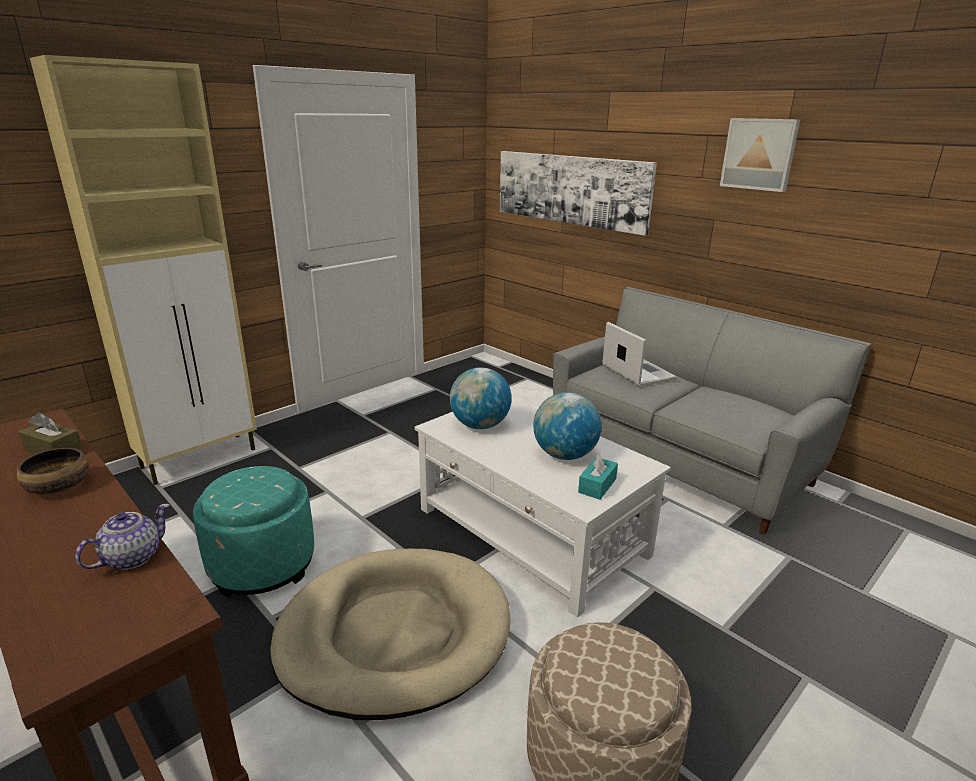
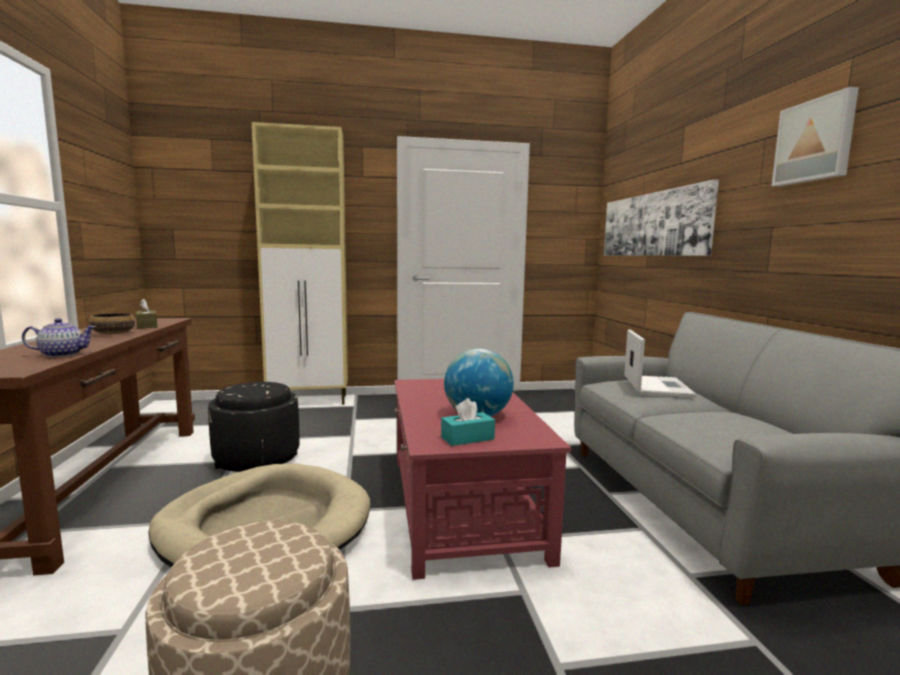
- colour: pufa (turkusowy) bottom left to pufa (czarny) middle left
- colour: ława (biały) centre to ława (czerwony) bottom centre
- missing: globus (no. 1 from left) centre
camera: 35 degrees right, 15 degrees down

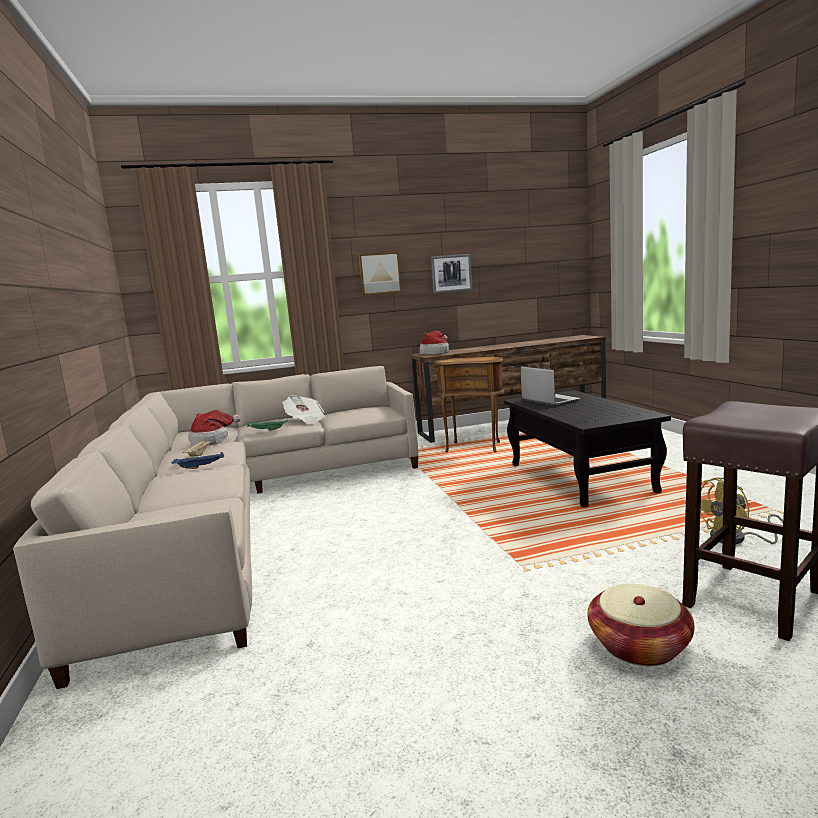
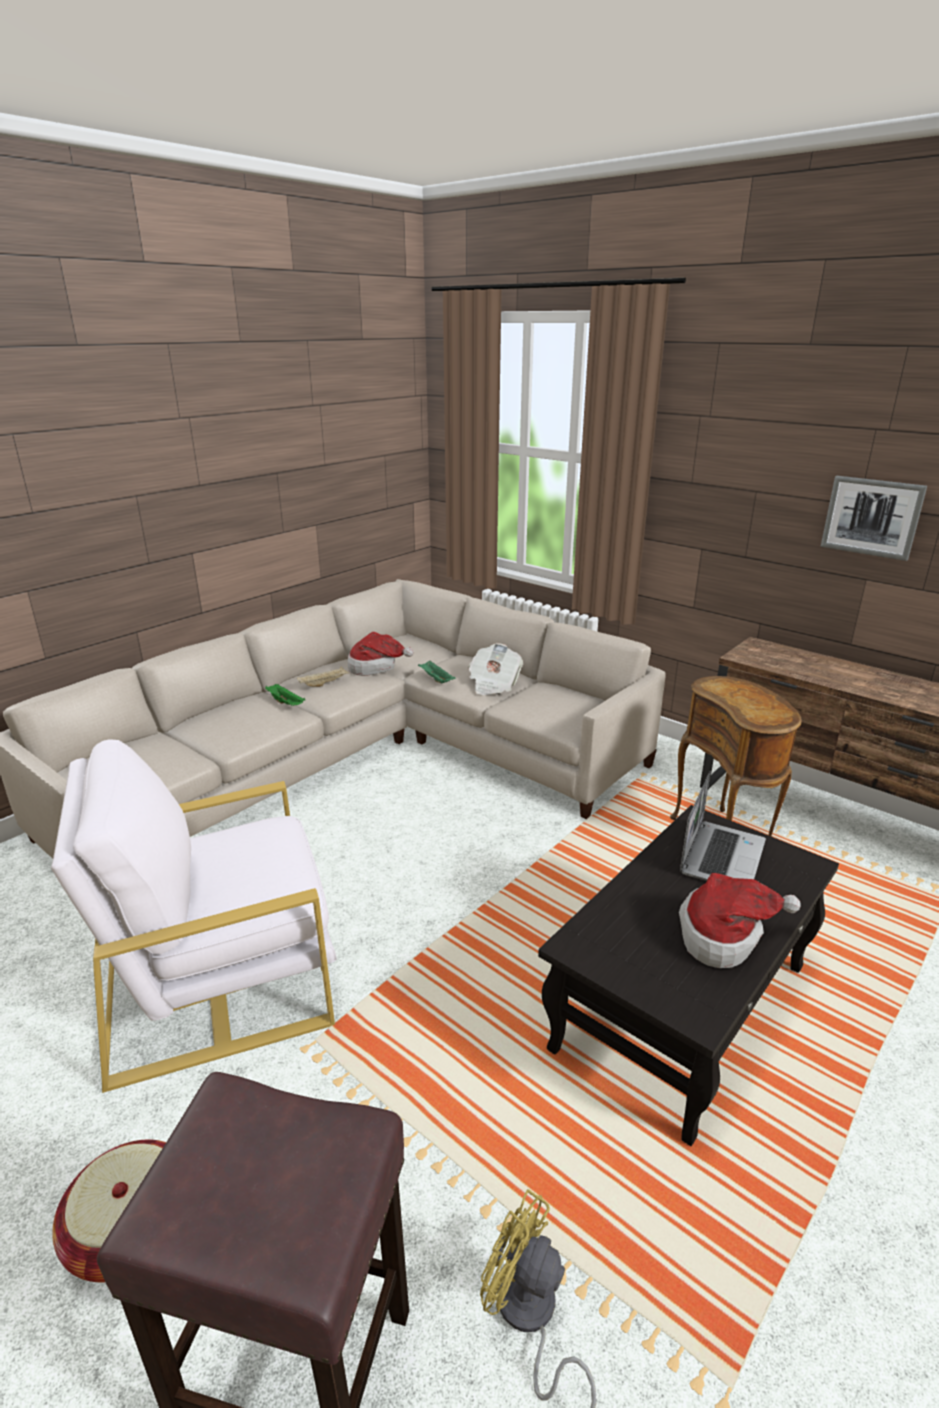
- colour: taca (niebieski) middle left to taca (zielony) (no. 1 from left) middle left
- missing: obraz (no. 1 from left) centre
- relocated: kapelusz (no. 2 from left) centre to middle right
- appeared: fotel (biały) middle left
camera: 55 degrees right, 15 degrees up

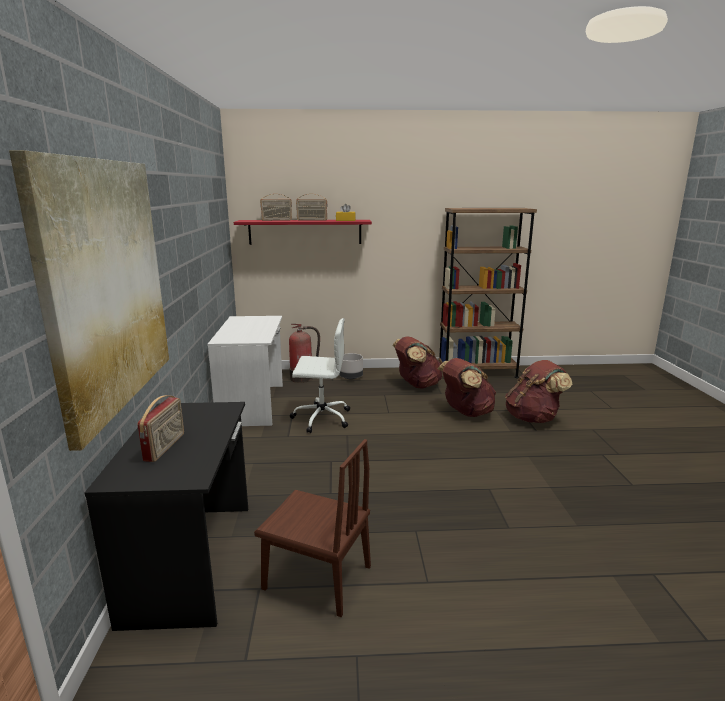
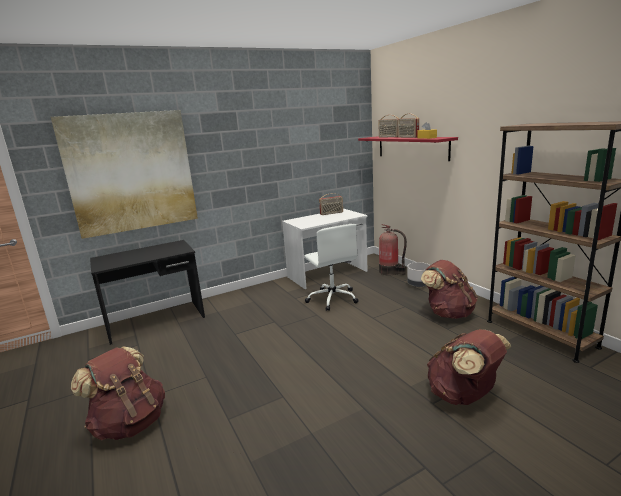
- relocated: radio (no. 1 from left) middle left to centre
- missing: krzesło (brązowy) bottom centre
- relocated: plecak (brązowy) (no. 2 from left in the first image) centre to plecak (brązowy) (no. 1 from left) bottom left
camera: 65 degrees right, 0 degrees up

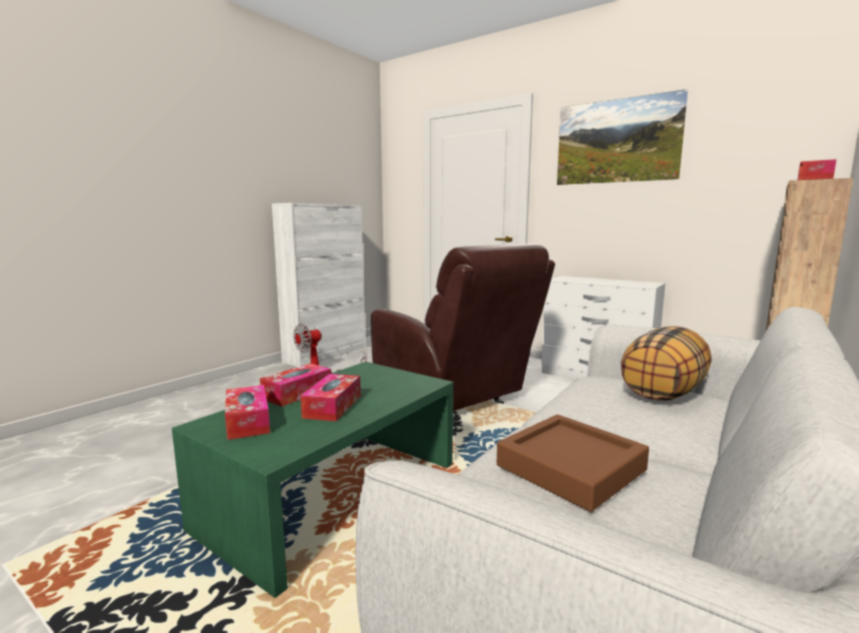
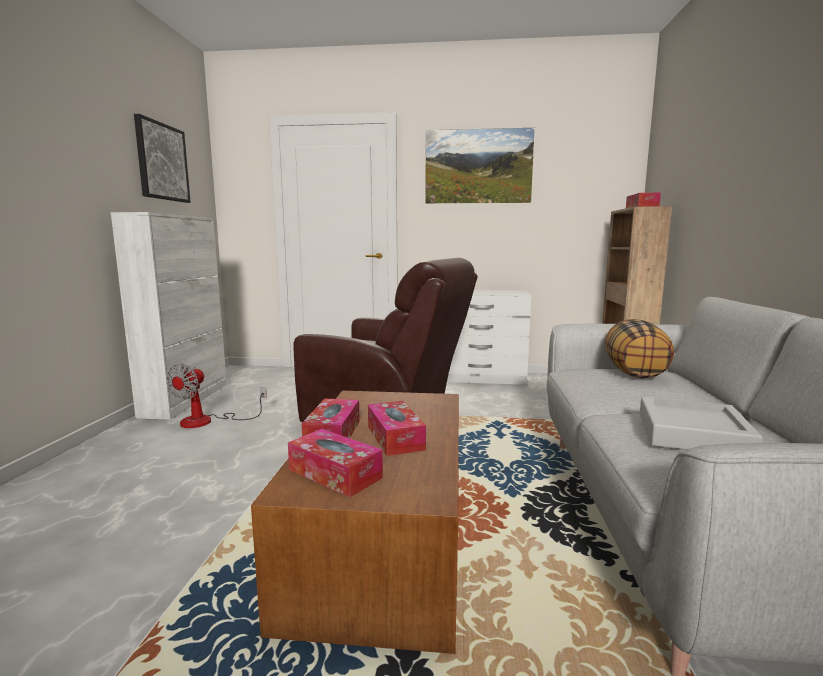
- colour: ława (zielony) bottom centre to ława (brązowy) bottom centre
- colour: taca (brązowy) bottom right to taca (szary) middle right
- appeared: obraz (no. 1 from left) top left
camera: 30 degrees left, 0 degrees up

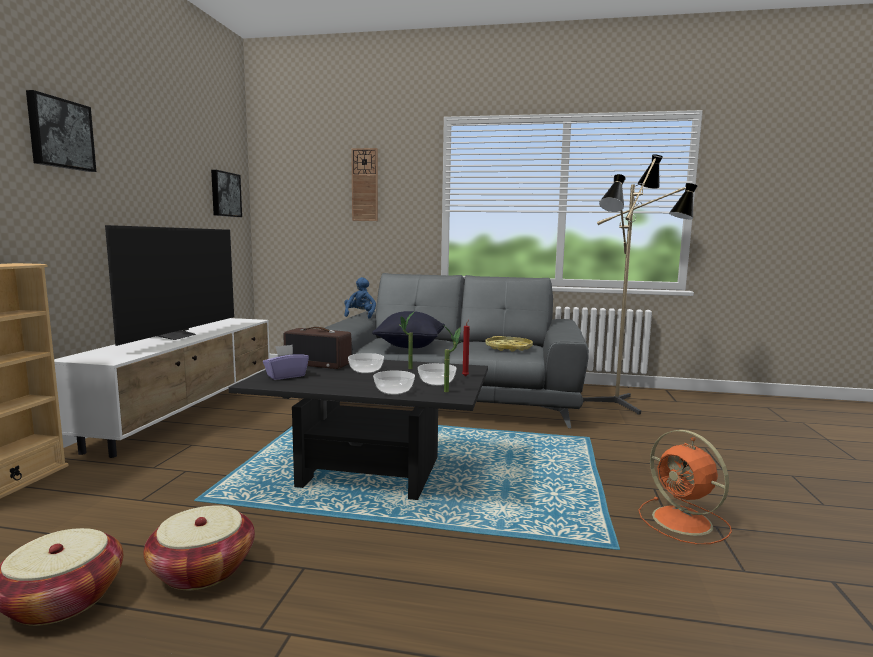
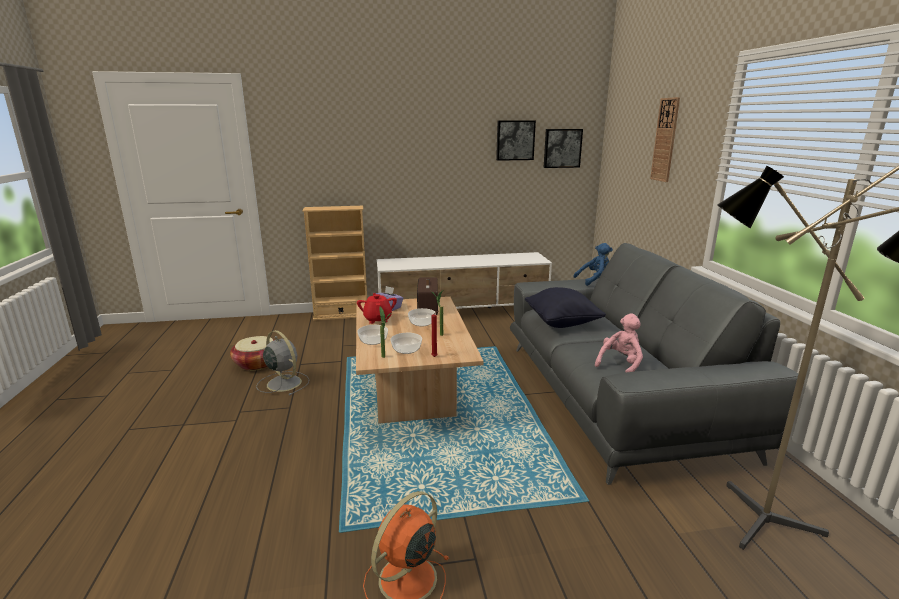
- relocated: obraz (no. 1 from left) top left to top centre
- missing: telewizor middle left
- exchanged: koszyk (no. 2 from left) bottom left to wentylator (szary) middle left
- colour: ława (czarny) centre to ława (beżowy) centre
- exchanged: taca (żółty) centre to pluszak (różowy) middle right
- appeared: imbryk (czerwony) centre
camera: 70 degrees right, 10 degrees up

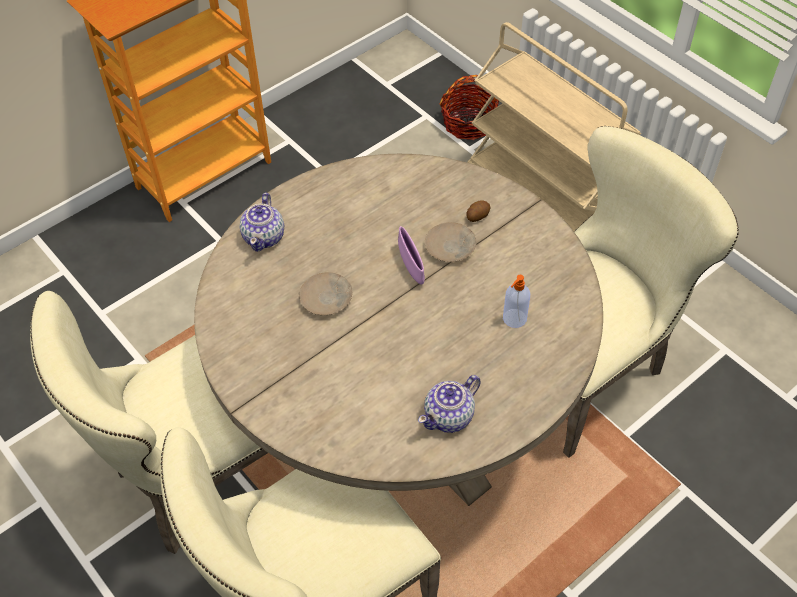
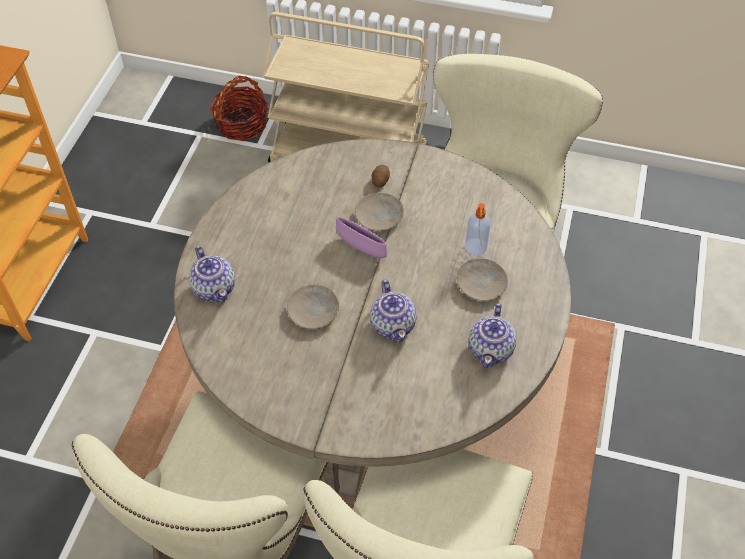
- appeared: imbryk (no. 2 from left) centre
- appeared: talerz (beżowy) (no. 3 from left) centre
camera: 35 degrees left, 0 degrees up

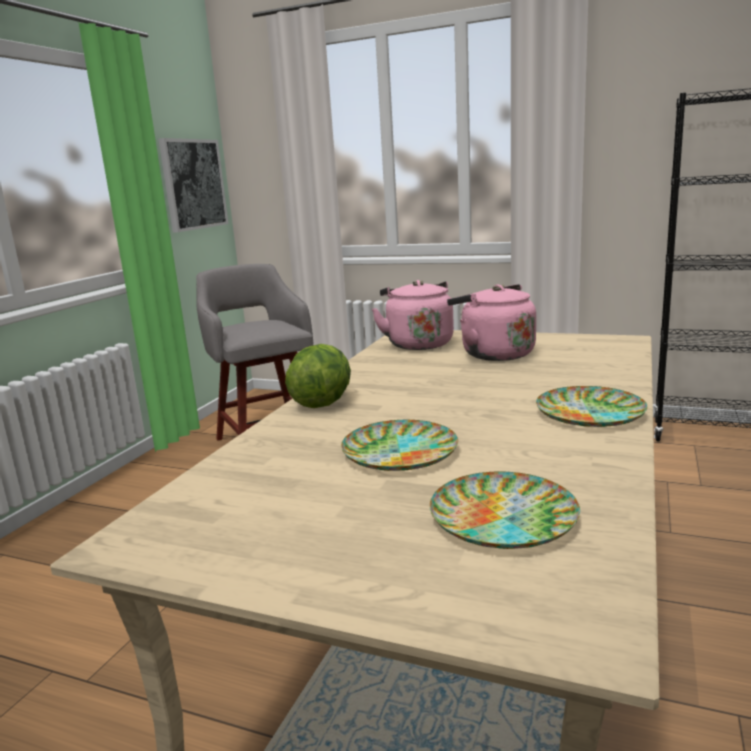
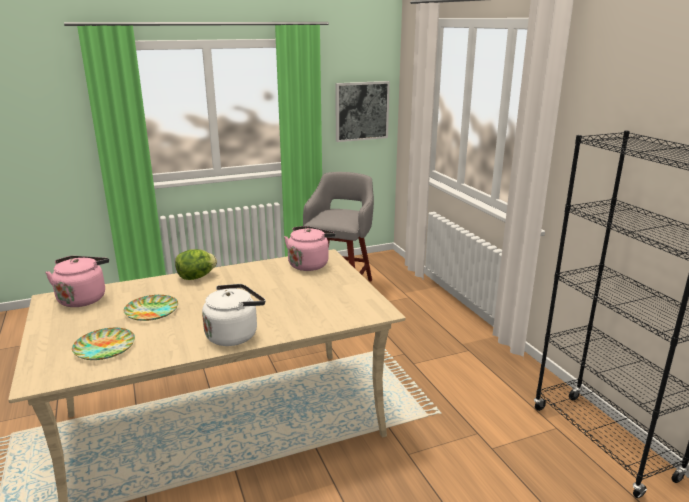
- relocated: czajnik (różowy) (no. 2 from left in the first image) centre to czajnik (różowy) (no. 1 from left) middle left
- exchanged: talerz (no. 3 from left) middle right to czajnik (biały) centre
camera: 45 degrees right, 5 degrees up

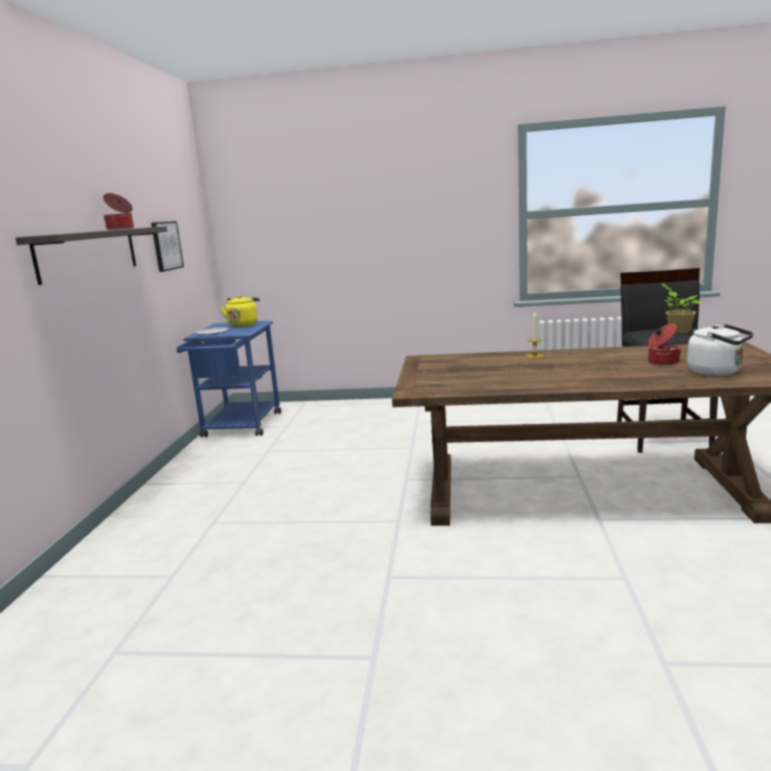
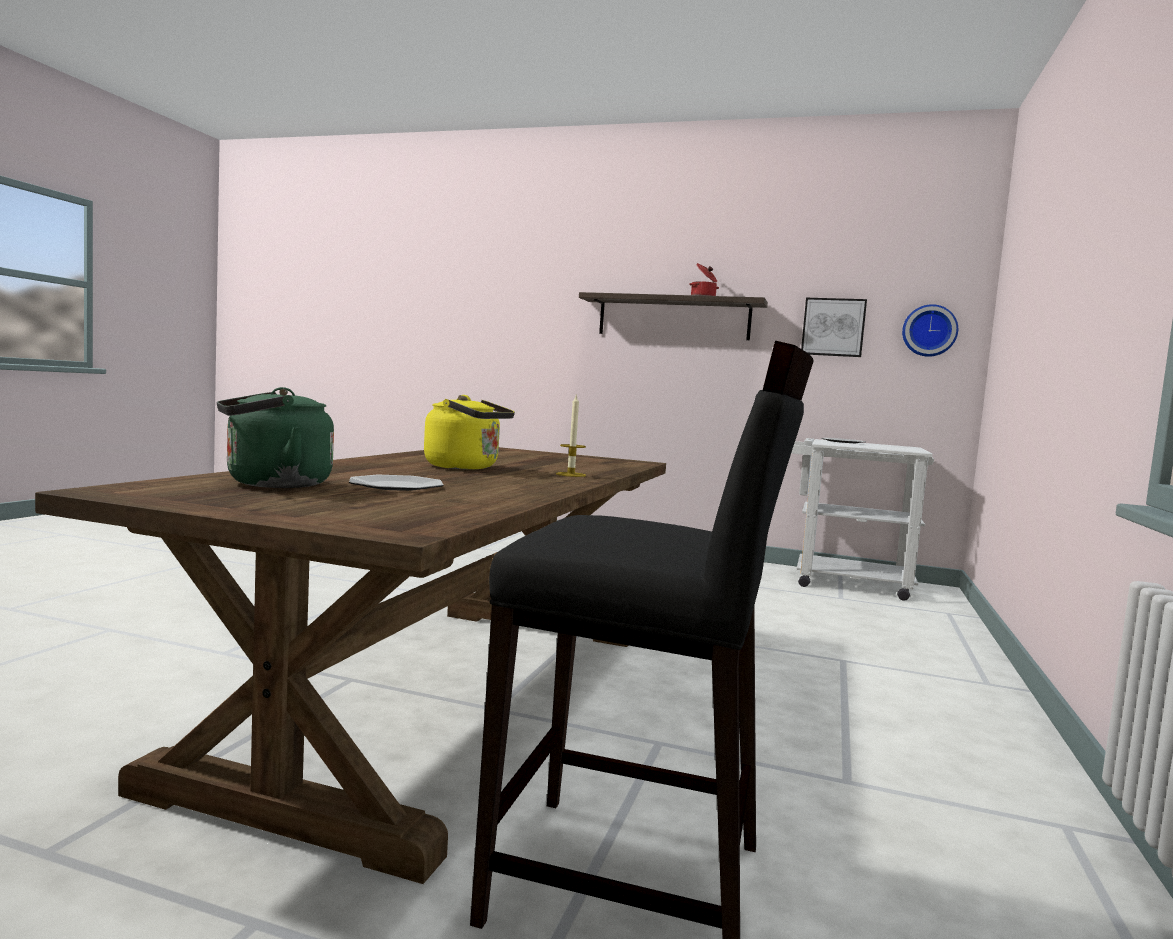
- colour: wózek (niebieski) middle left to wózek (biały) middle right
- relocated: czajnik (żółty) middle left to centre
- exchanged: garnek (no. 2 from left) middle right to talerz (no. 1 from left) centre
- missing: roślina doniczkowa middle right
- colour: czajnik (biały) middle right to czajnik (zielony) middle left
- appeared: zegar ścienny middle right
camera: 100 degrees right, 10 degrees down

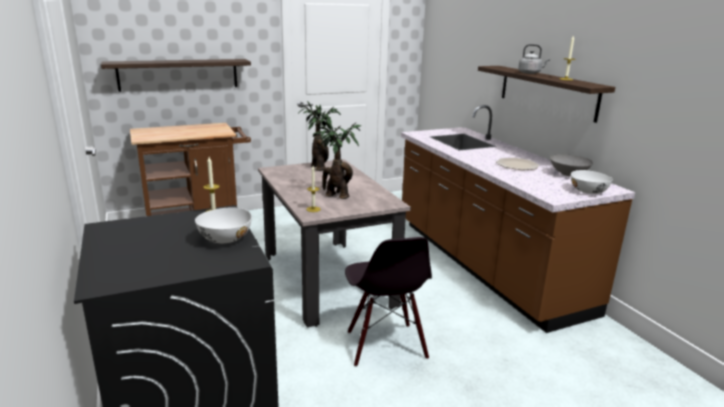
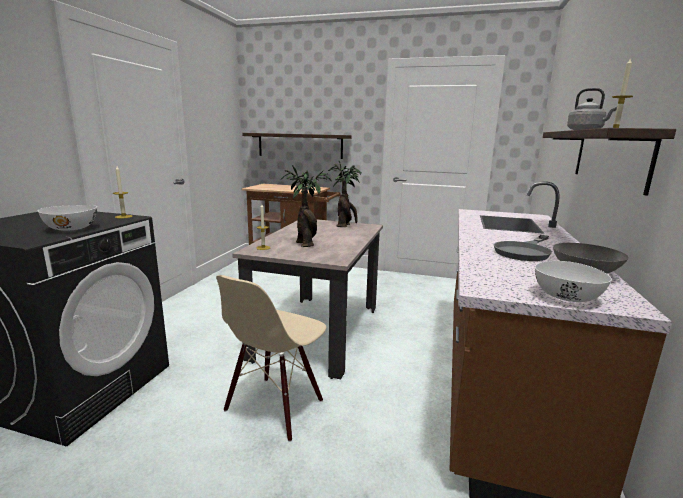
- colour: krzesło (czarny) bottom centre to krzesło (beżowy) bottom centre
- exchanged: talerz middle right to patelnia (szary) middle right
camera: 40 degrees right, 5 degrees down

